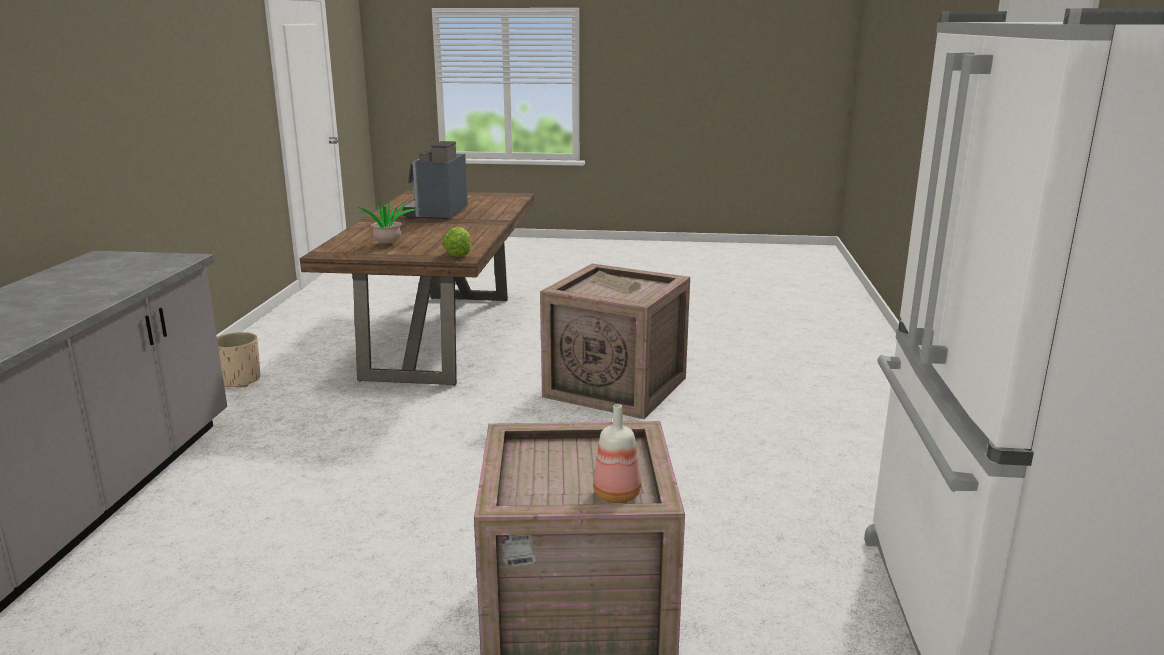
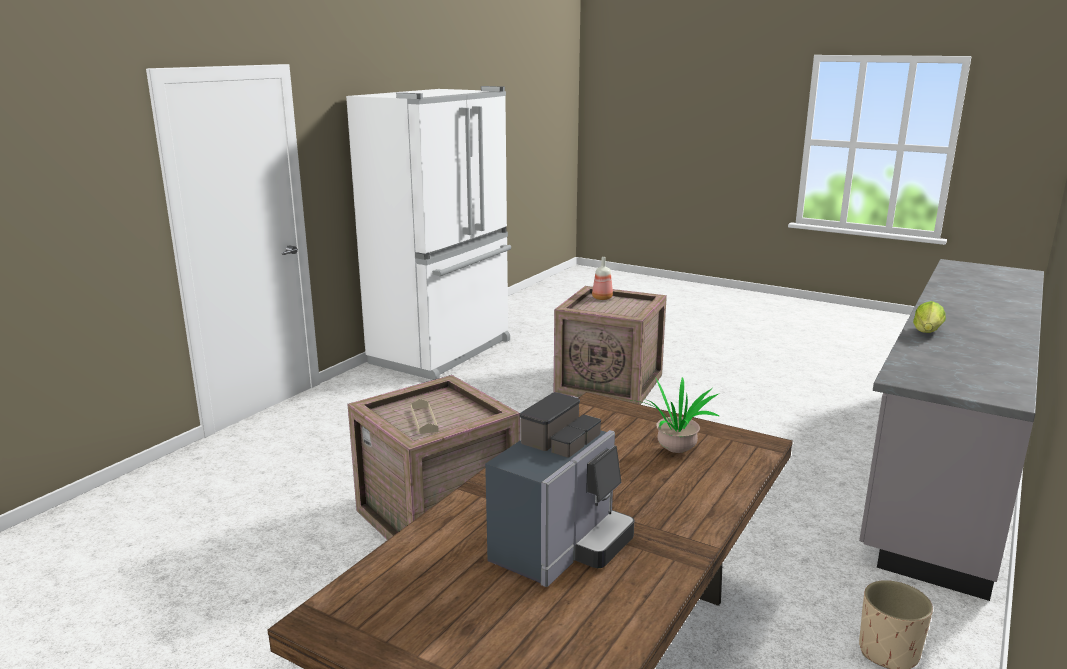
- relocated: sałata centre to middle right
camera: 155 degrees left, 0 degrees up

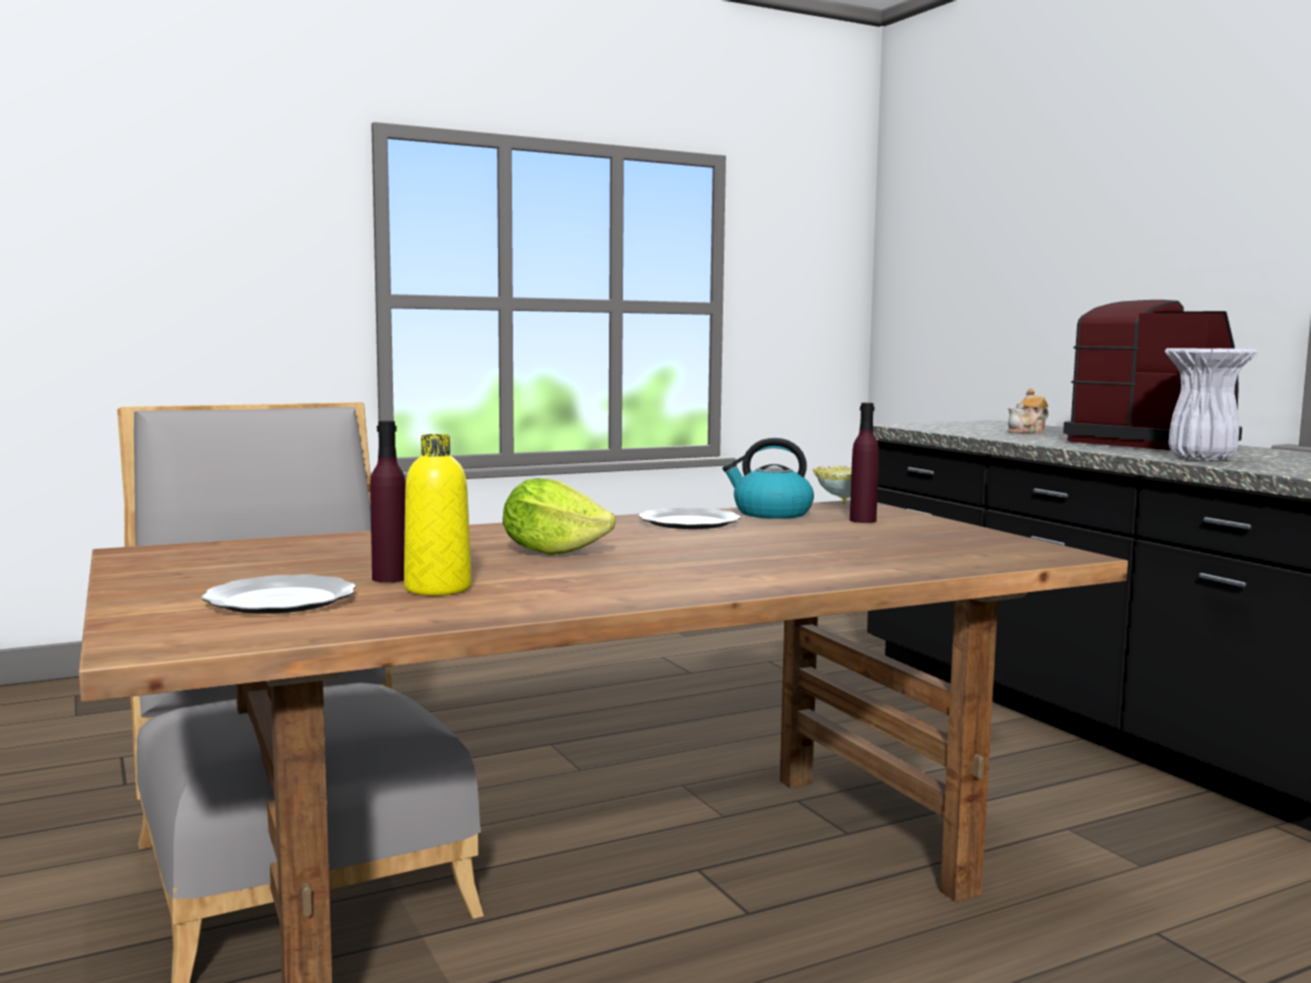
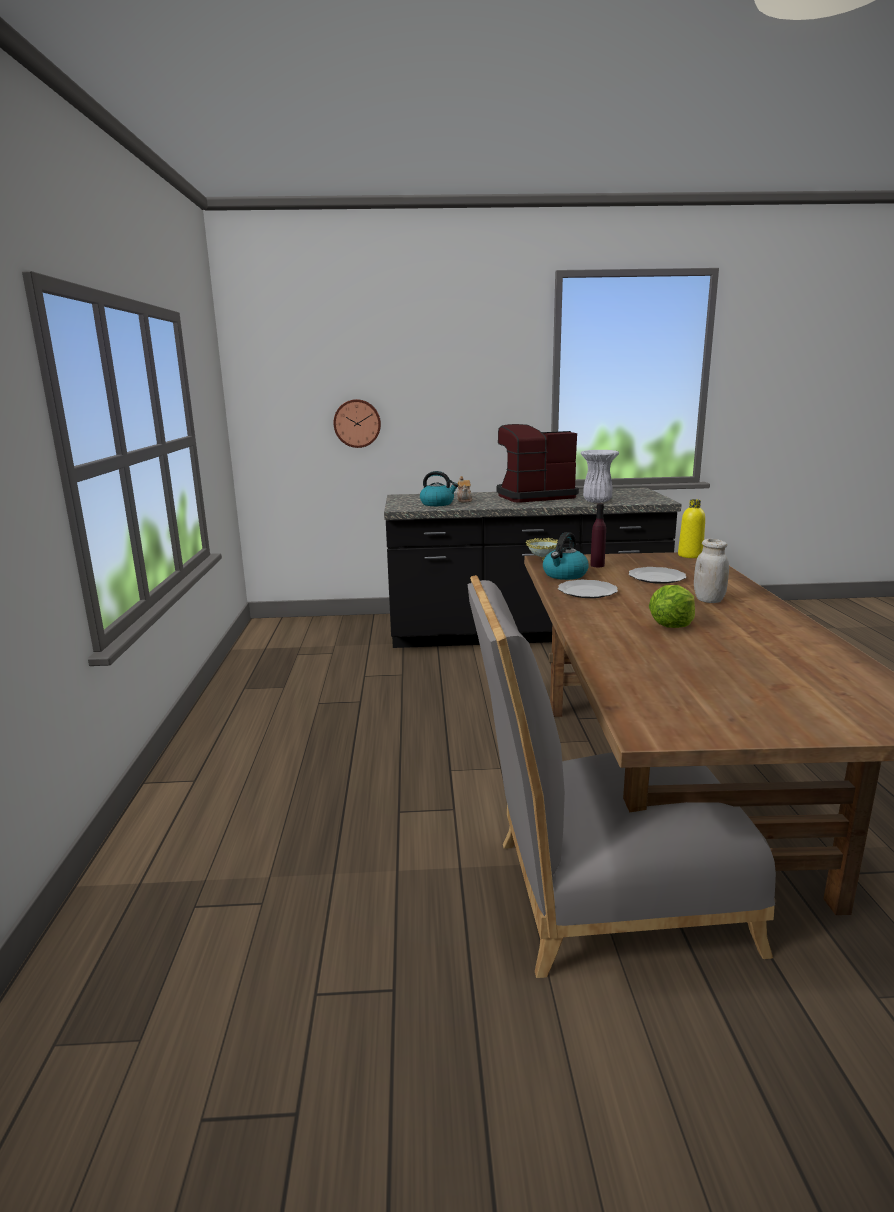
- relocated: talerz (no. 1 from left in the first image) middle left to talerz (no. 2 from left) middle right
- missing: butelka (fioletowy) (no. 1 from left) middle left
- relocated: butelka (żółty) centre to middle right
- appeared: zegar ścienny centre
- appeared: czajnik (no. 1 from left) centre
- appeared: słoik (biały) middle right
camera: 65 degrees left, 10 degrees up

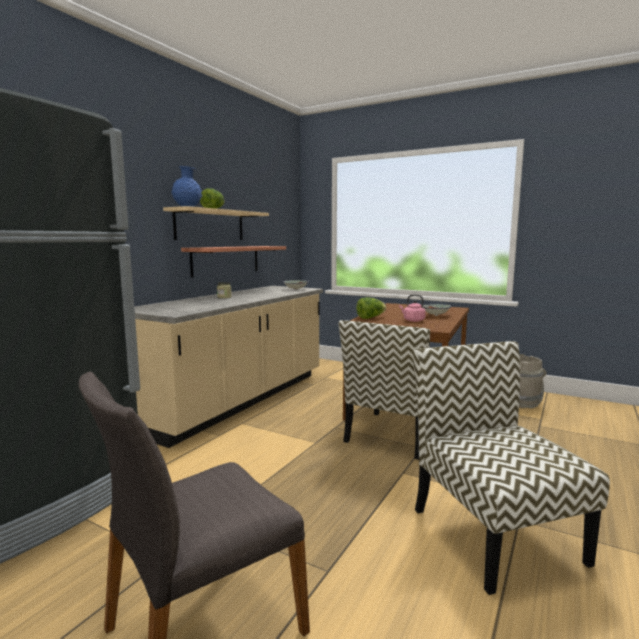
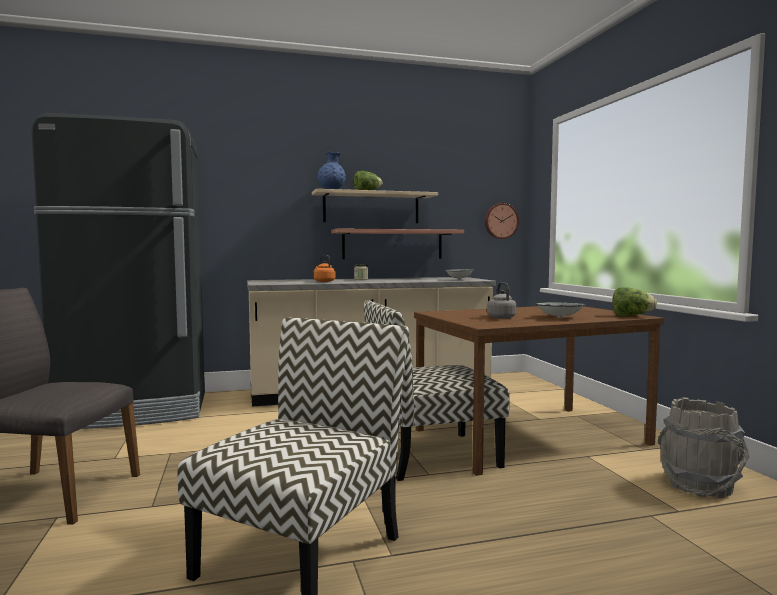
- relocated: sałata (no. 2 from left) centre to middle right
- colour: czajnik (różowy) centre to czajnik (szary) centre
- appeared: czajnik (pomarańczowy) centre
- appeared: zegar ścienny centre
camera: 45 degrees right, 5 degrees down

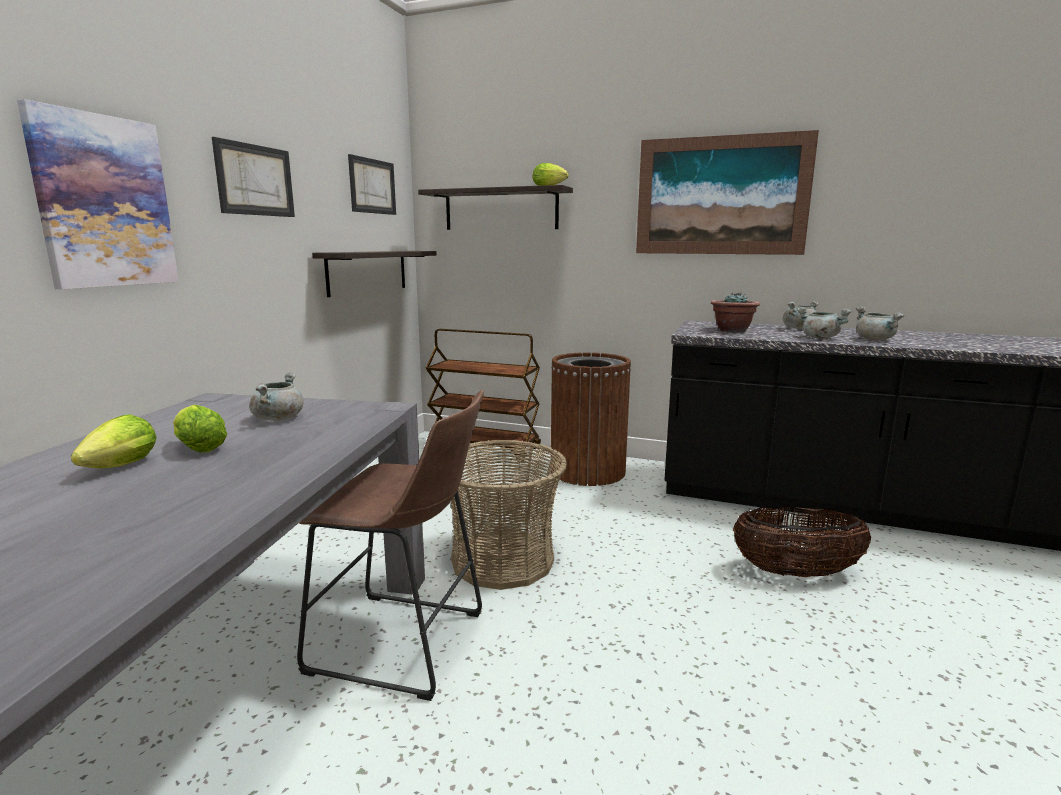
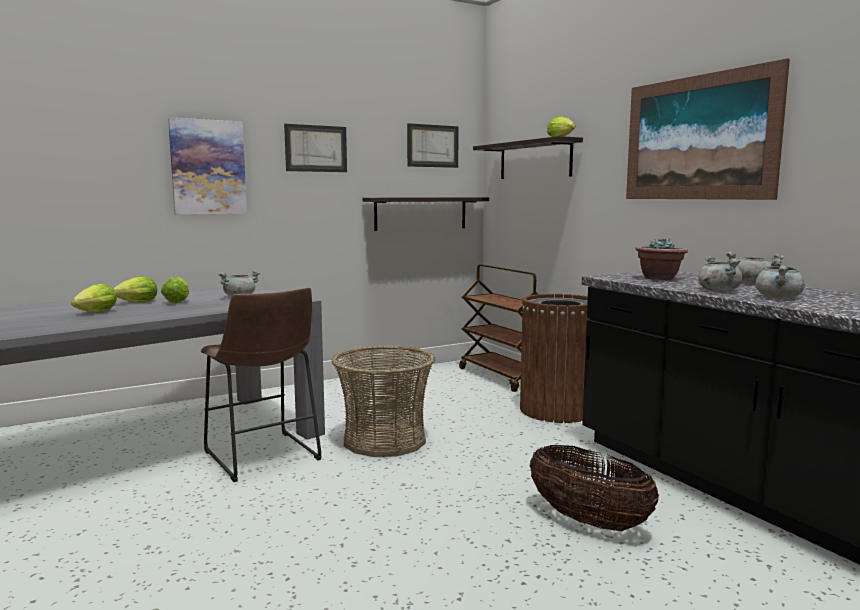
- appeared: sałata (no. 1 from left) middle left
camera: 40 degrees right, 5 degrees down

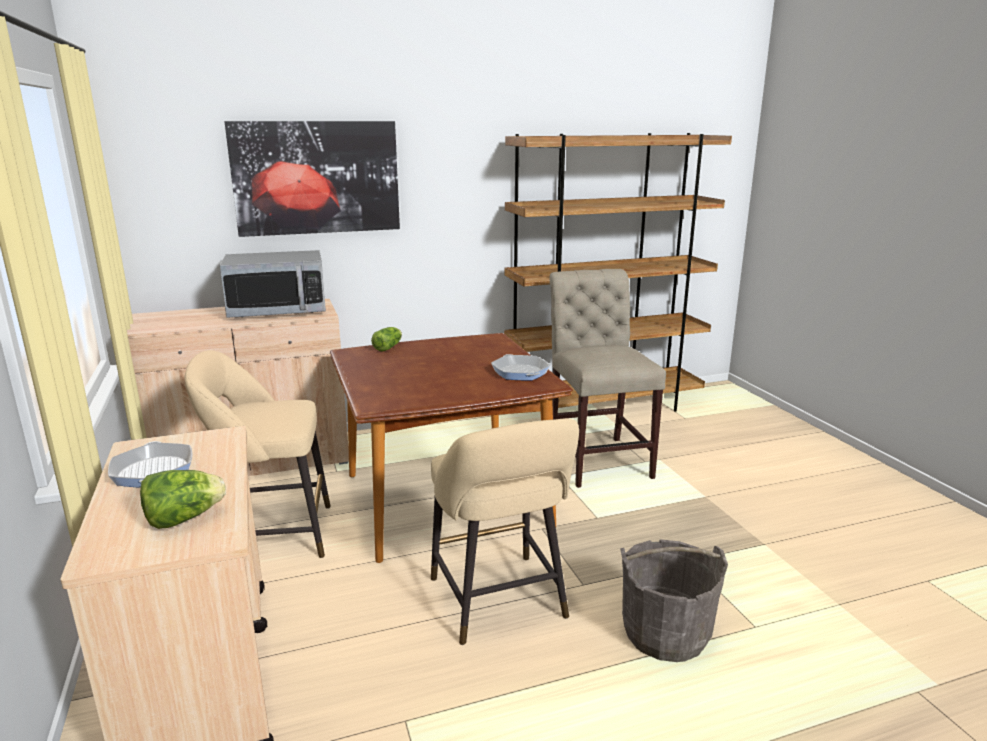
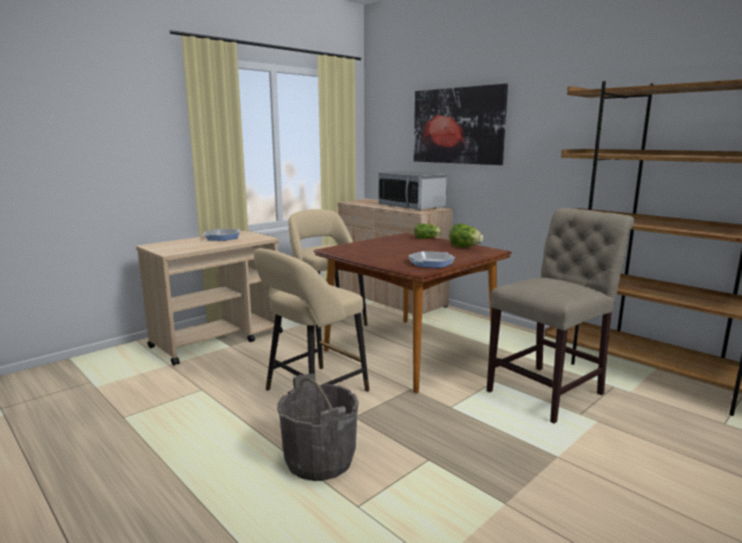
- relocated: sałata (no. 1 from left in the first image) bottom left to sałata (no. 2 from left) centre
camera: 65 degrees right, 5 degrees down

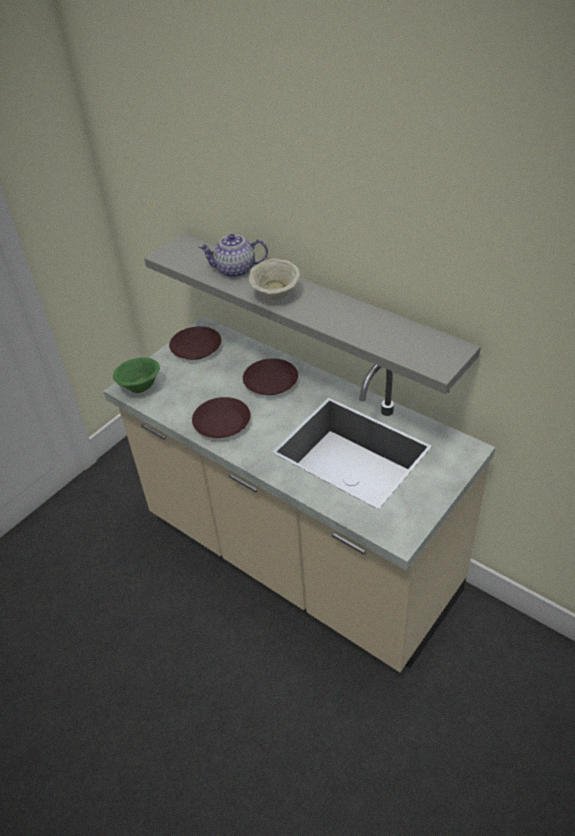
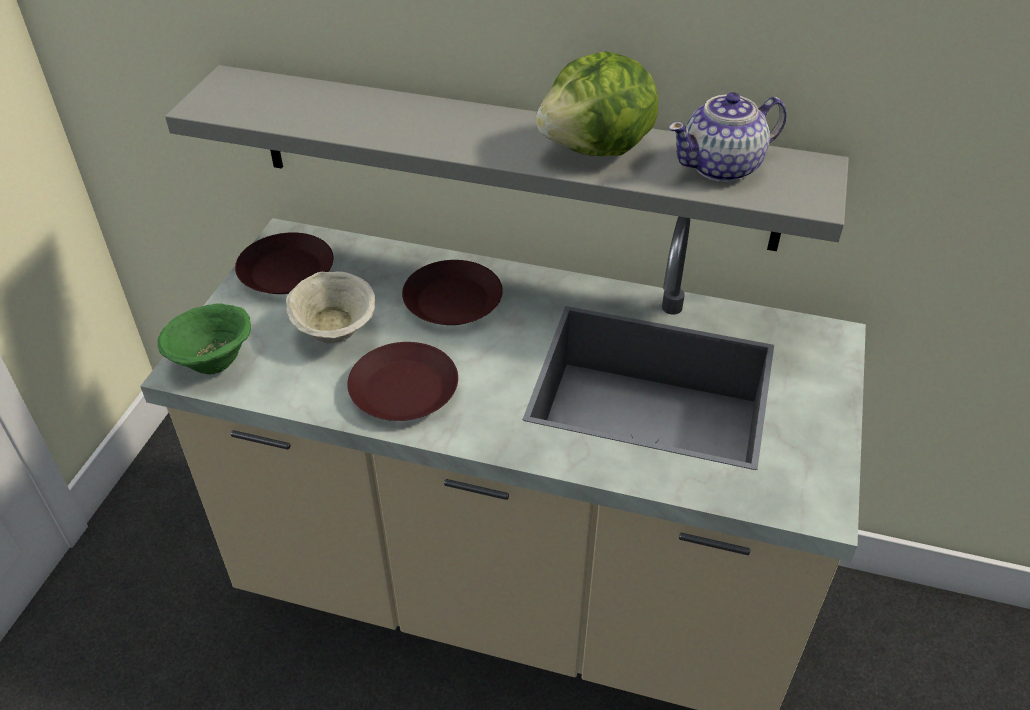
- relocated: imbryk top centre to top right
- relocated: miska (beżowy) centre to middle left
- appeared: sałata top centre
camera: 25 degrees left, 0 degrees up

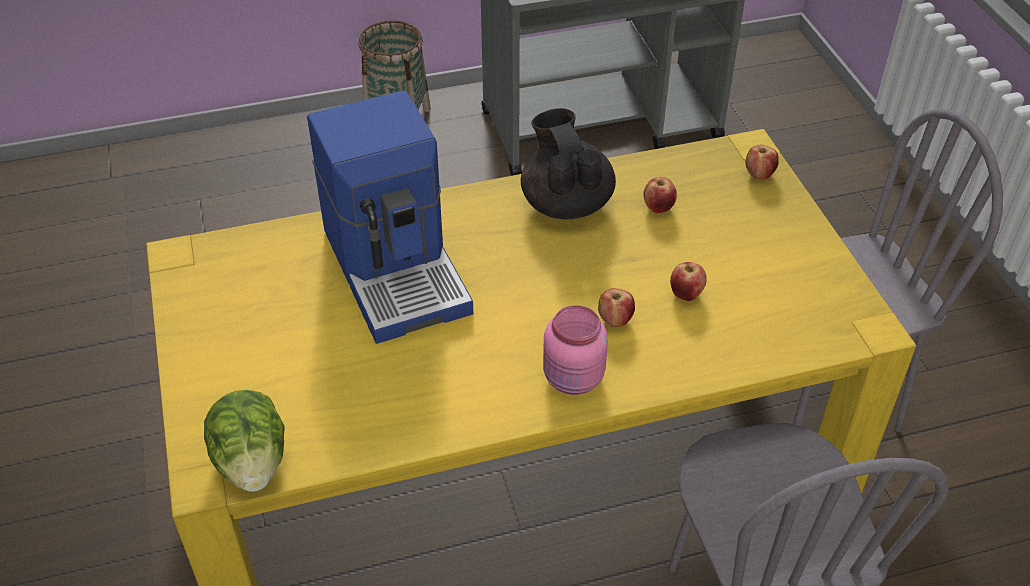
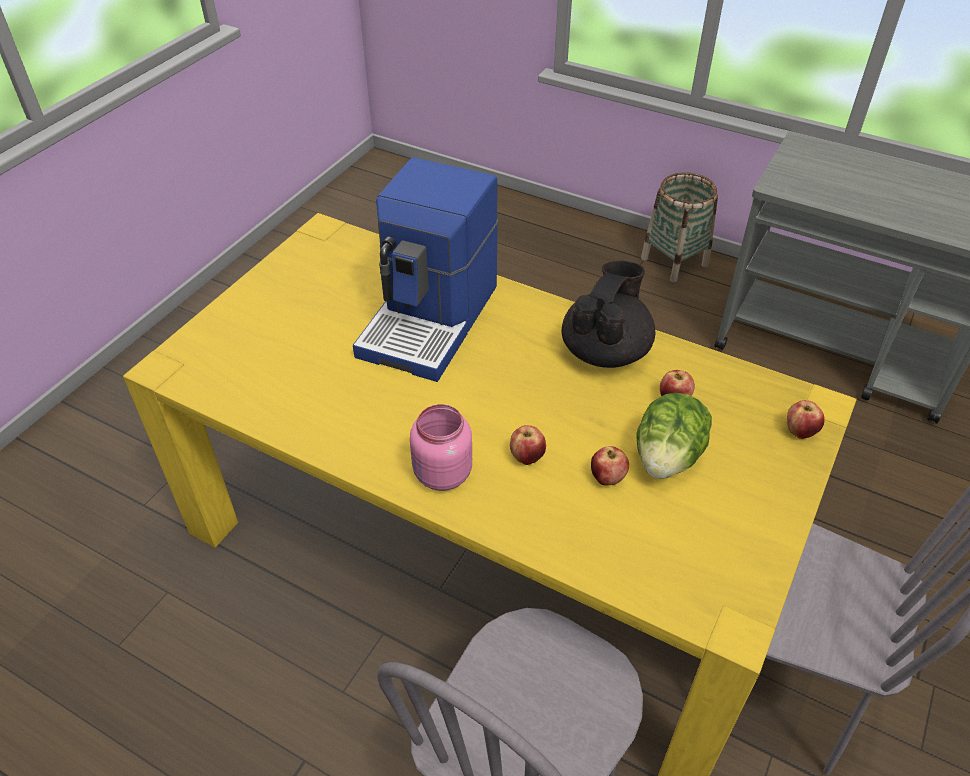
- relocated: sałata bottom left to middle right
camera: 45 degrees right, 0 degrees up

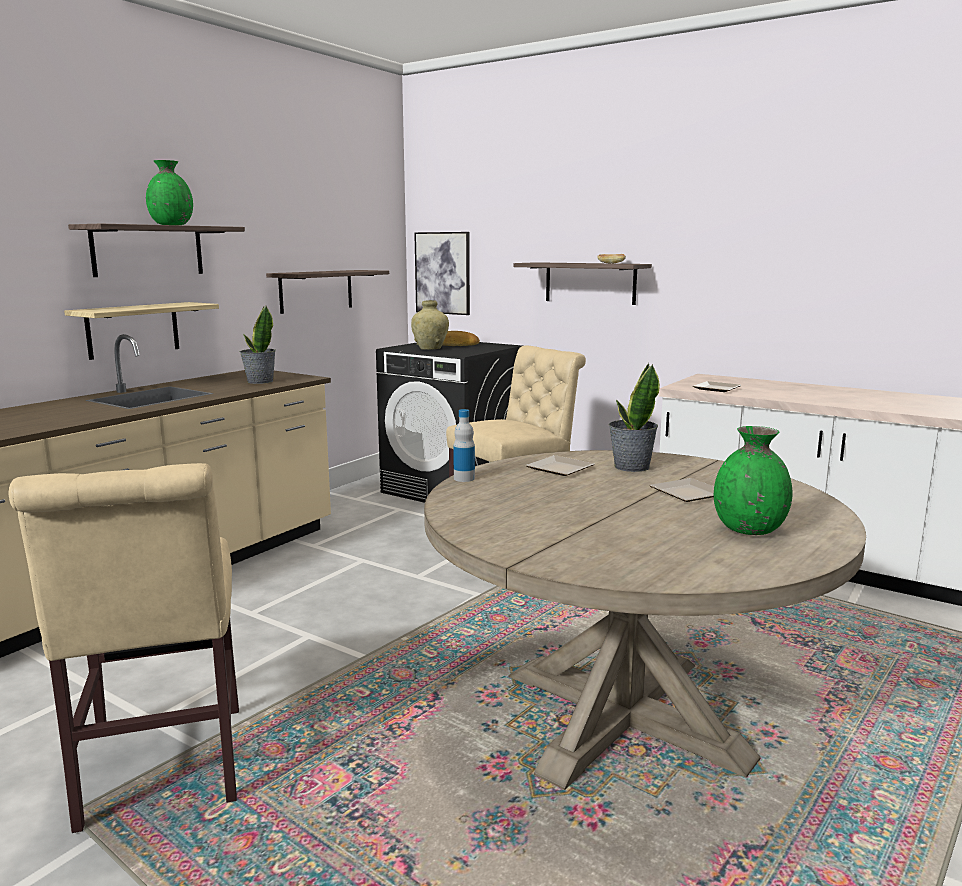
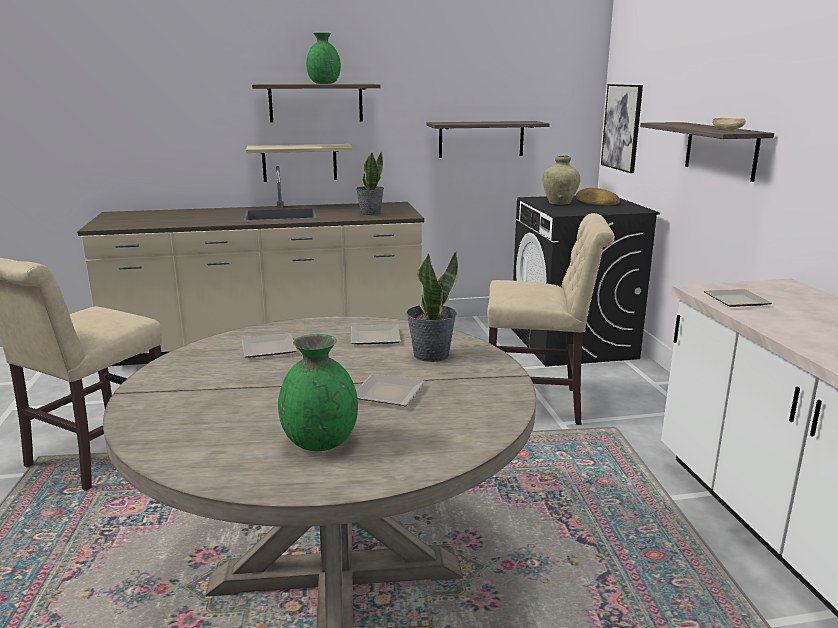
- missing: butelka centre
- appeared: talerz (no. 1 from left) middle left
camera: 45 degrees right, 5 degrees up

